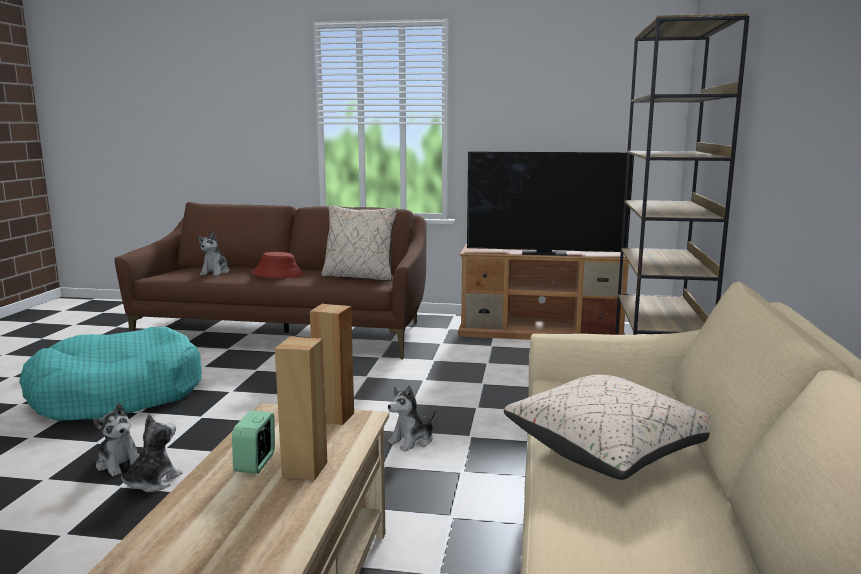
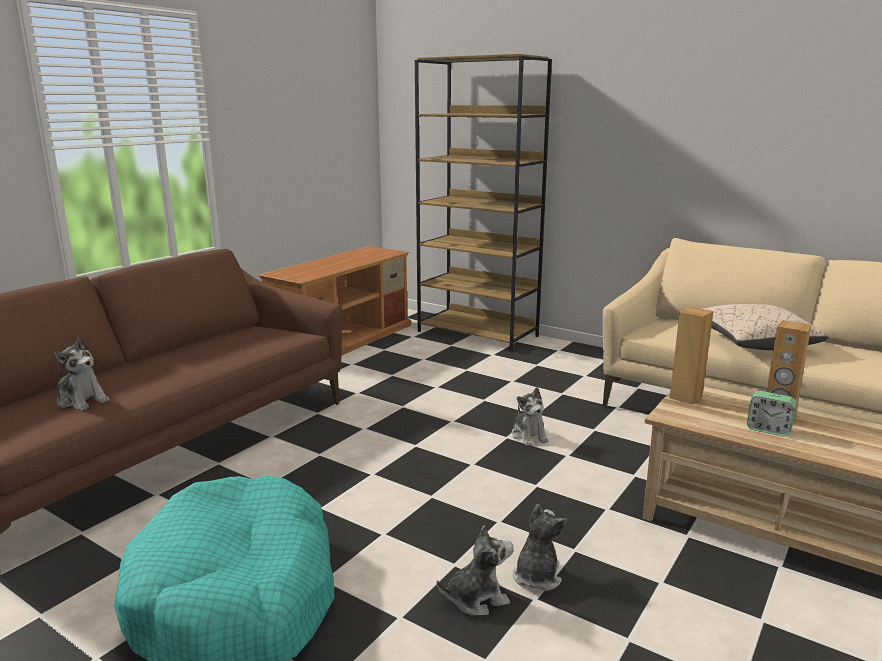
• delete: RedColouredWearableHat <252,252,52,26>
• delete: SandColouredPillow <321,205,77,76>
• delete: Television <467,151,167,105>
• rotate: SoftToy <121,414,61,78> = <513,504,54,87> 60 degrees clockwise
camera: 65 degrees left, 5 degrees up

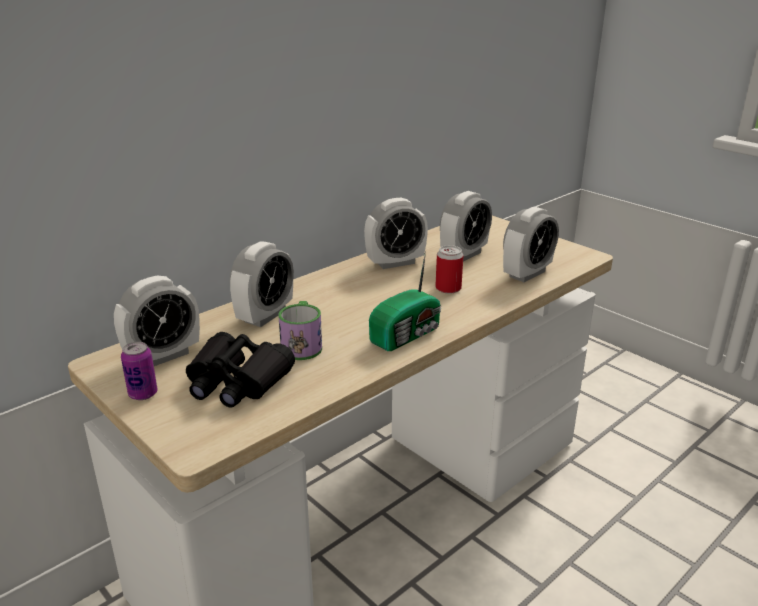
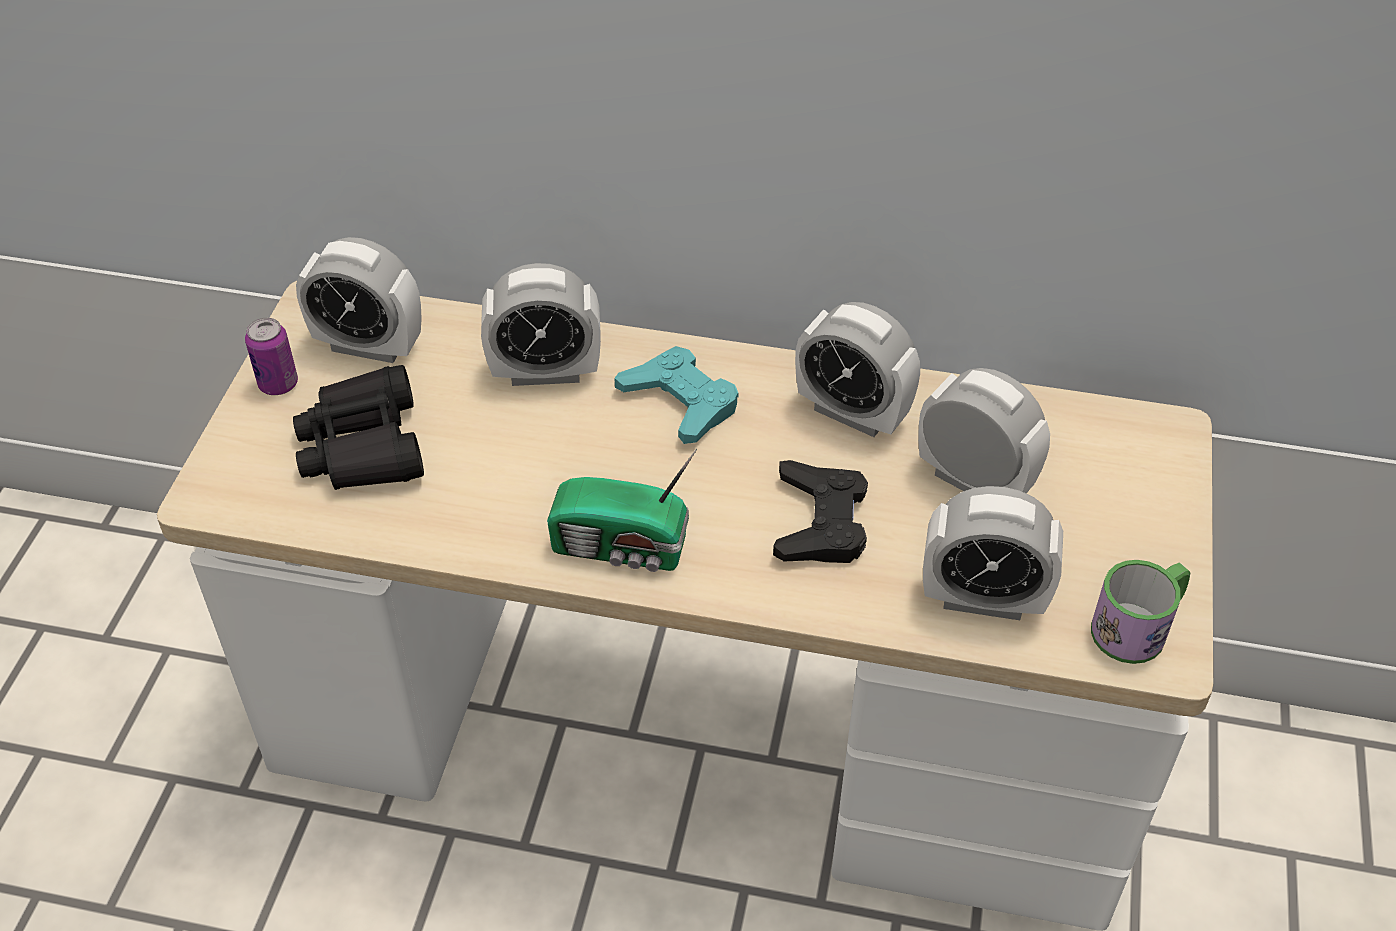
• insert: TurquoiseColouredGameController <614,346,124,98>
• move: Mug <278,301,44,59> to <1091,560,99,104>
• replace: Can <435,245,28,49> to BlackGameController <773,460,95,103>
• rotate: BedsideClock <440,191,52,70> = <918,368,132,125> 150 degrees counterclockwise
camera: 55 degrees right, 20 degrees up

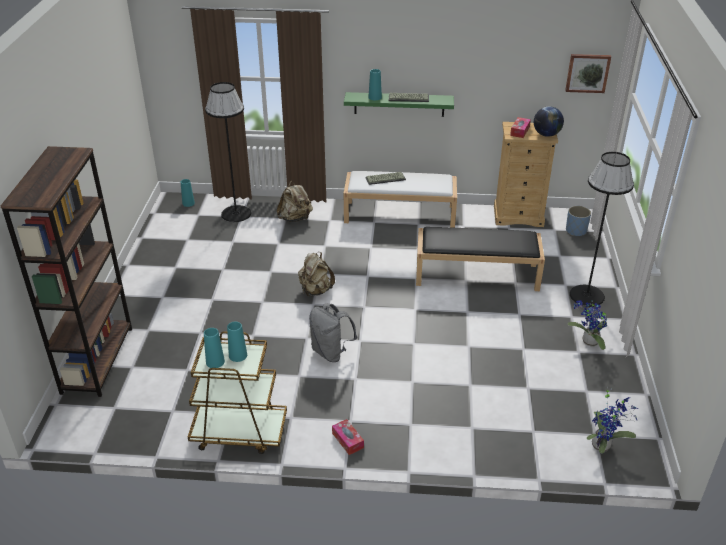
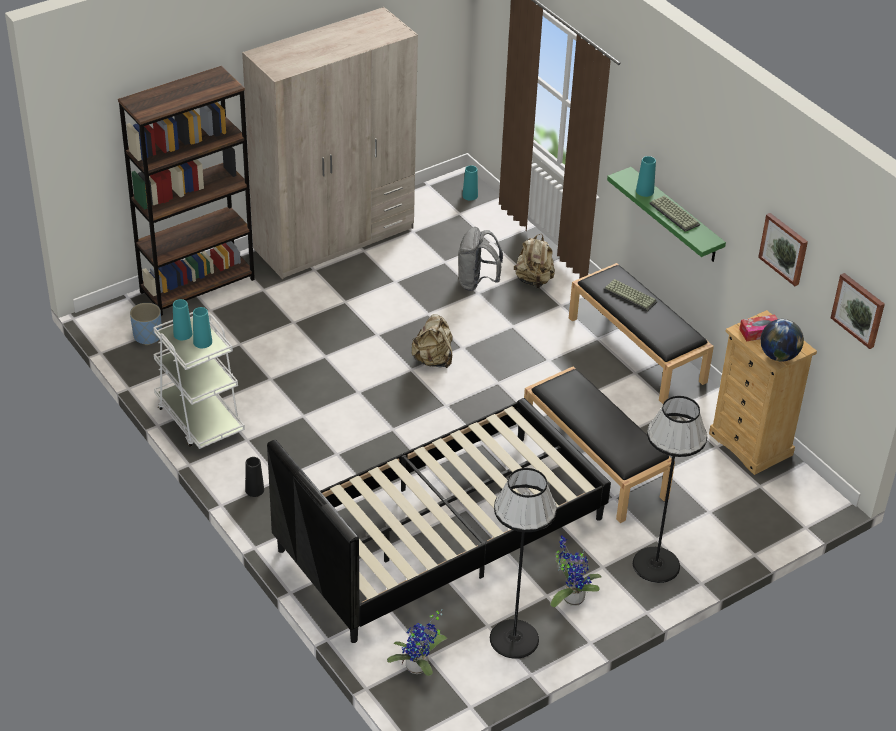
• insert: SandColouredArmoire <242,7,176,272>
• insert: BlackBedroomBed <267,398,344,245>
• insert: WallPicture <758,213,50,73>
• move: BlackStandardLamp <205,82,46,140> to <490,468,67,191>
• move: GrayBackpack <309,303,48,59> to <458,227,45,64>
• move: BlueColouredPlanter <566,206,25,30> to <130,303,32,42>
• replace: BoxOfTissues <332,419,32,36> to BlackVase <245,457,19,40>
• recolor: BrownishCart <188,331,99,123> to WhiteColouredCart <153,312,92,137>
• recolor: WhiteColouredLongSeat <343,171,114,57> to BlackLongSeat <569,263,145,141>
camera: 50 degrees right, 5 degrees up

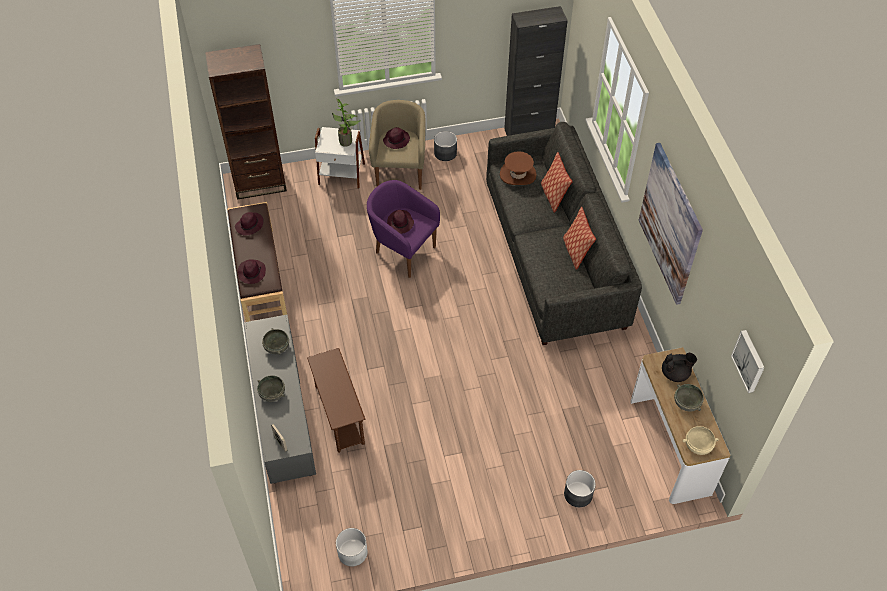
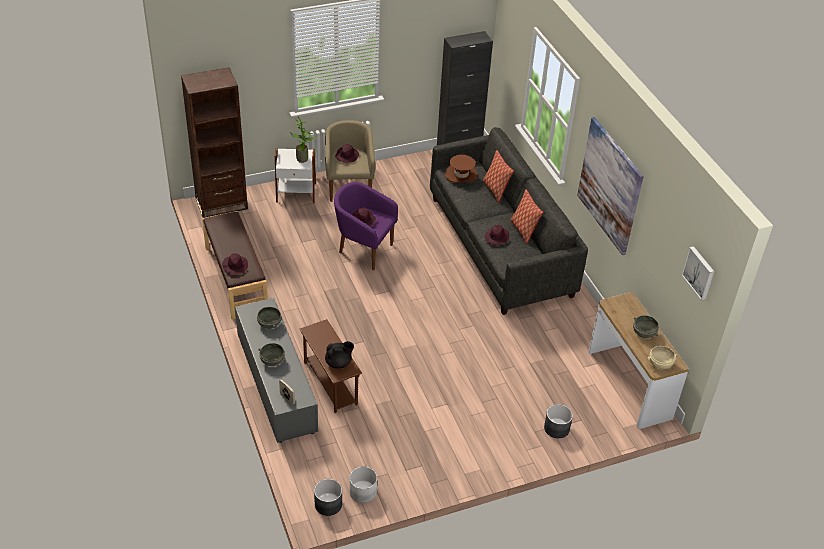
• move: PurplishWearableHat <235,212,29,24> to <484,225,25,21>
• move: GrayPlanter <434,131,23,30> to <314,479,28,37>
• move: BlackTeaPot <662,353,35,29> to <325,341,29,28>
camera: 10 degrees left, 10 degrees down

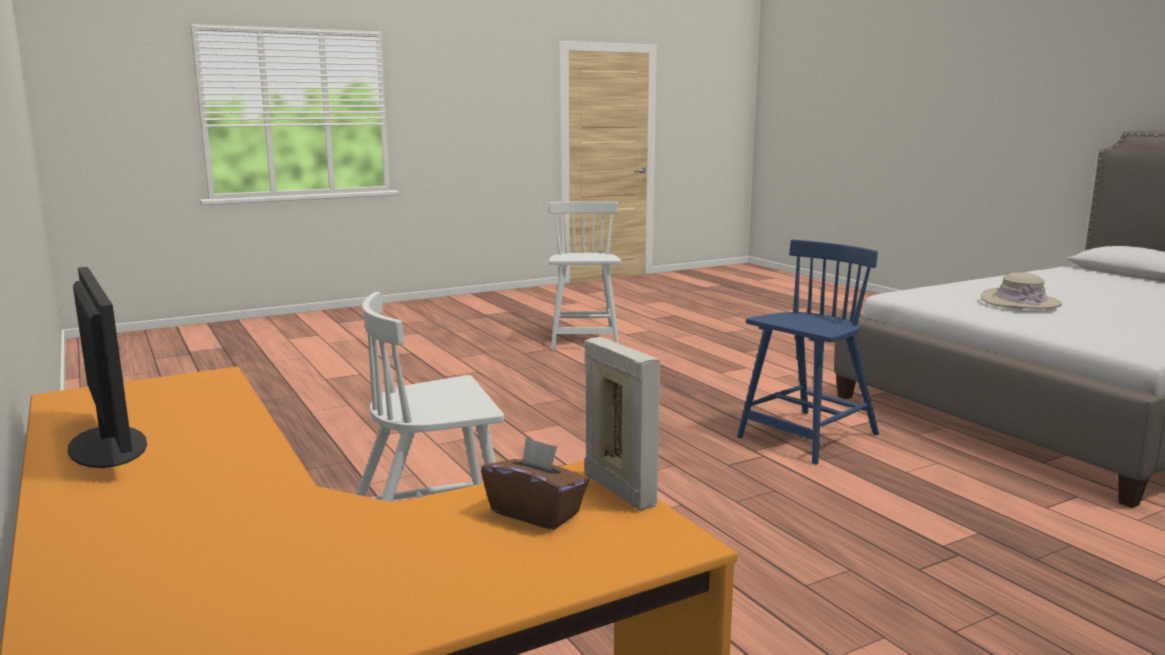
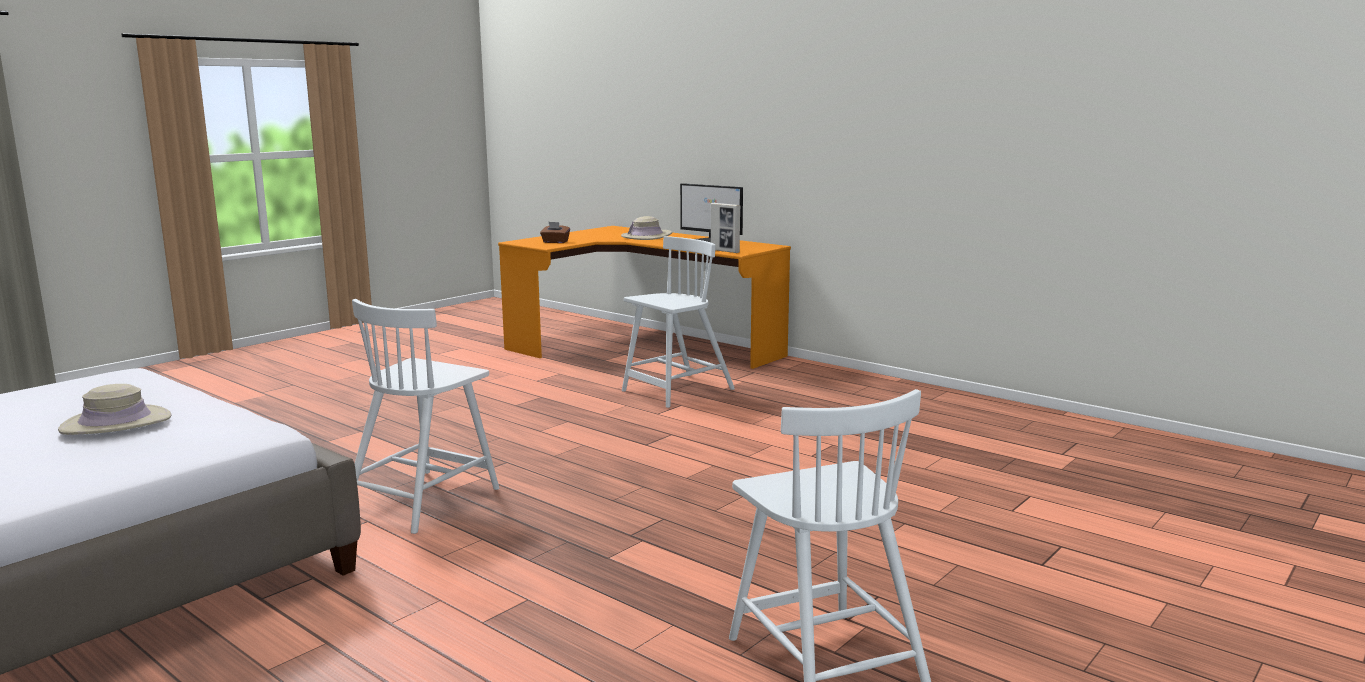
• insert: SandColouredWearableHat <621,216,51,24>
• move: PhotoFrame <585,337,75,173> to <711,203,30,50>
• recolor: BlueColouredPlainChair <737,240,142,225> to WhiteColouredPlainChair <352,299,147,235>
camera: 160 degrees right, 0 degrees up

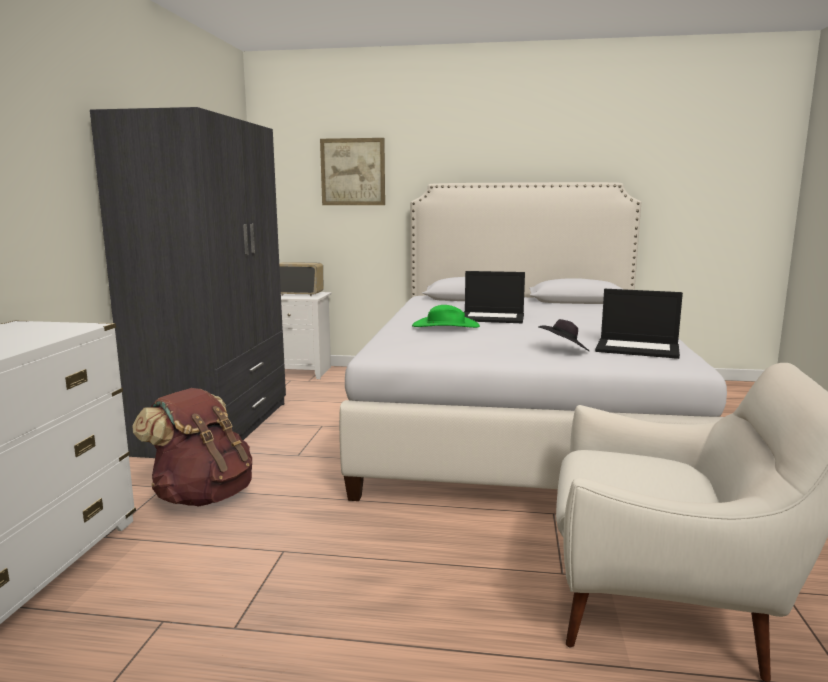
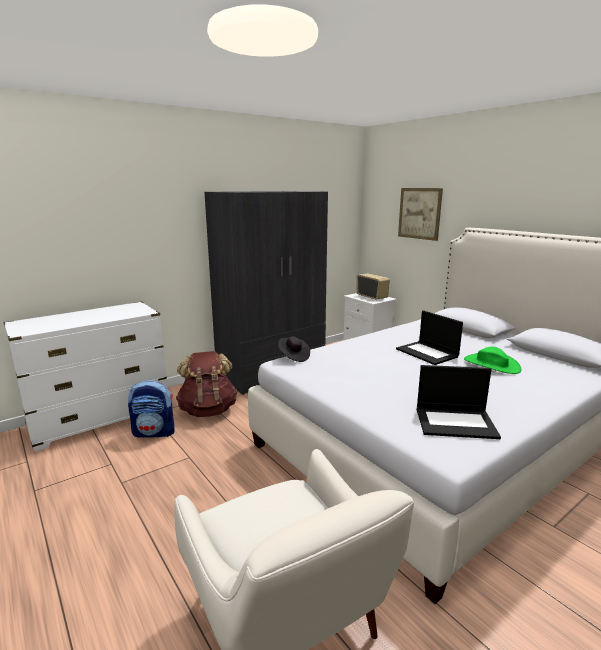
• insert: Backpack <128,380,47,58>
• move: GreenWearableHat <412,305,68,23> to <464,347,57,27>
• move: BlackWearableHat <538,319,51,32> to <278,336,32,26>
• rotate: NotebookComputer <595,289,88,70> = <417,365,84,74> 60 degrees counterclockwise
camera: 45 degrees right, 5 degrees up

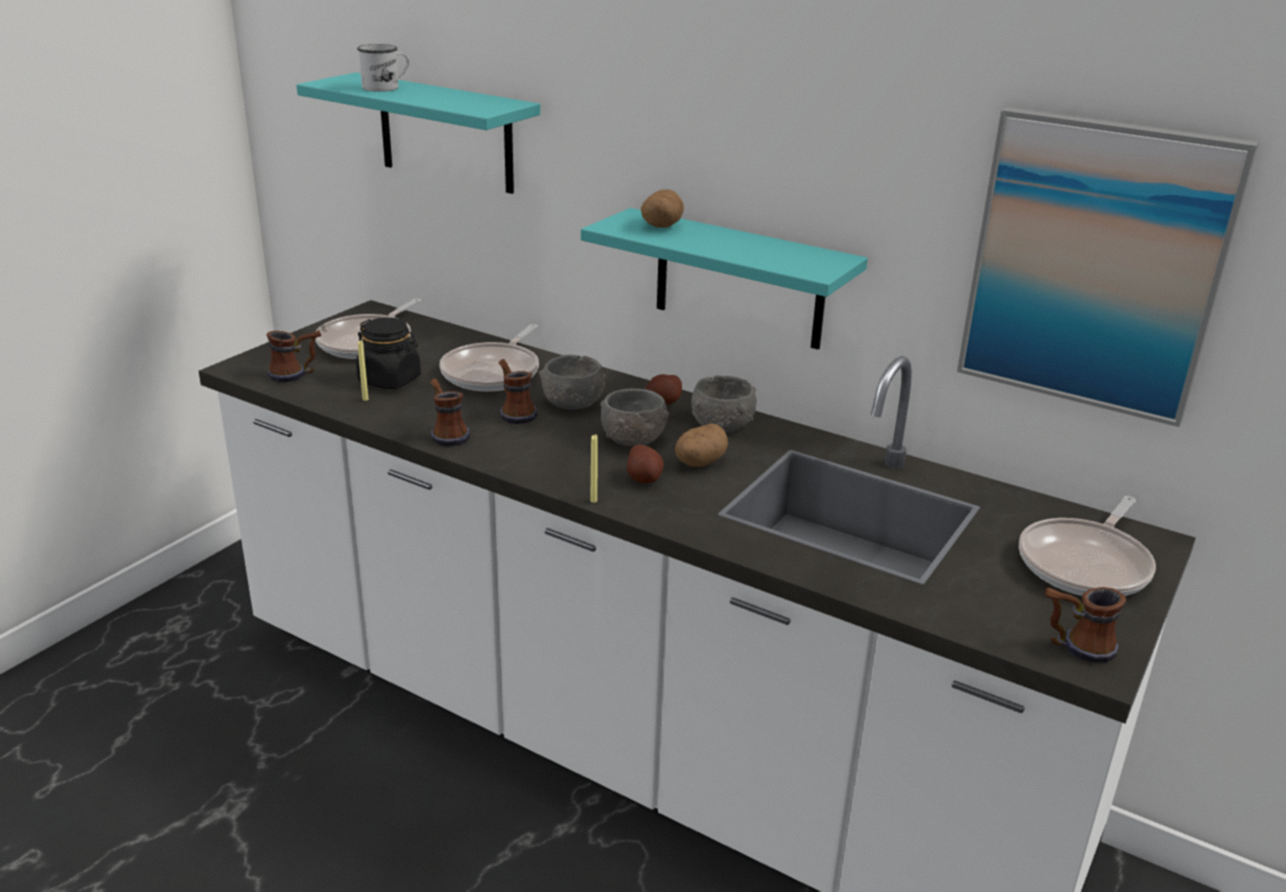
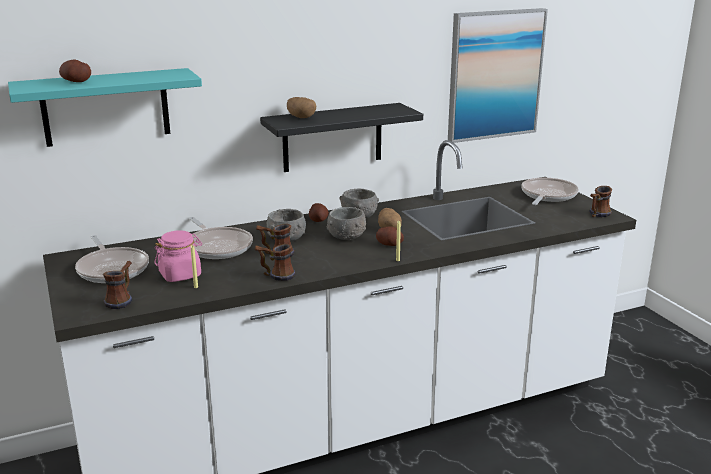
• replace: WhiteColouredMug <357,44,52,48> to Spud <59,59,32,23>
• recolor: BlackJar <356,317,65,72> to PinkColouredJar <155,230,47,52>
• recolor: TurquoiseColouredWallShelf <581,208,287,142> to BlackWallShelf <260,103,163,69>
• rotate: FryingPan <1019,496,137,100> = <521,178,58,27> 135 degrees counterclockwise
camera: 55 degrees left, 5 degrees down

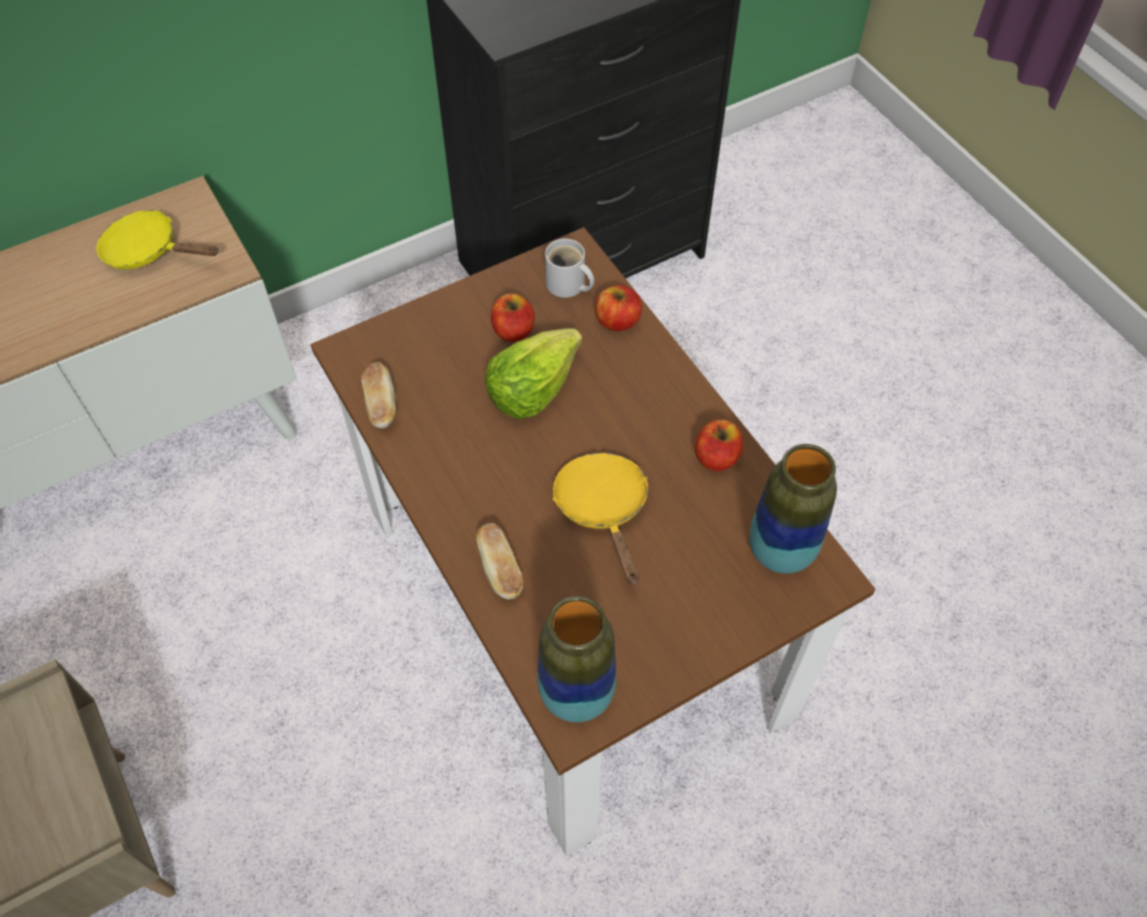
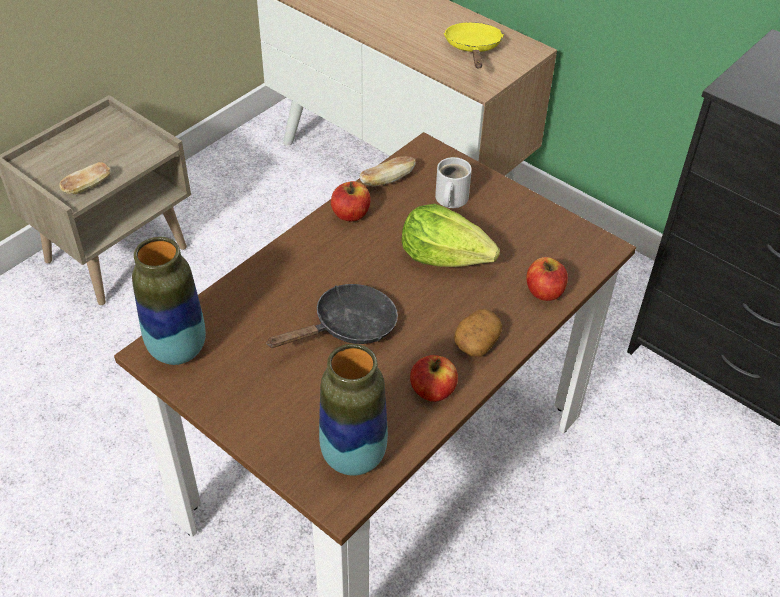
• insert: Spud <454,309,48,48>
• move: Bread <476,523,47,76> to <59,162,52,32>
• move: Apple <491,294,44,48> to <331,181,40,40>
• move: WhiteColouredMug <545,238,49,60> to <435,157,37,51>
• recolor: YellowColouredFryingPan <553,453,95,131> to BlackFryingPan <266,284,132,64>
camera: 70 degrees right, 10 degrees down

